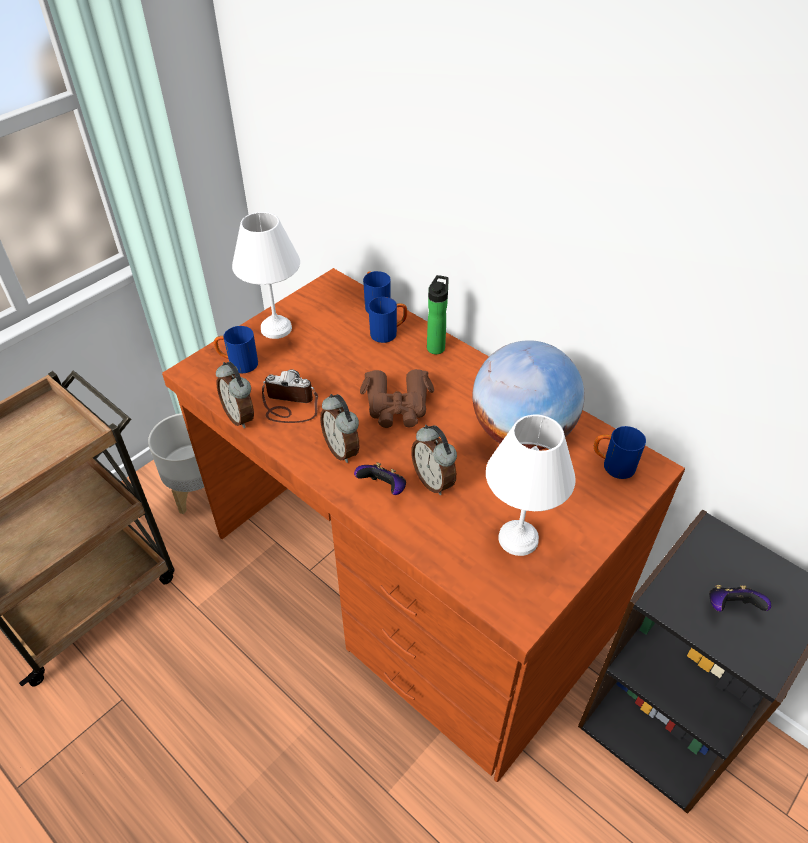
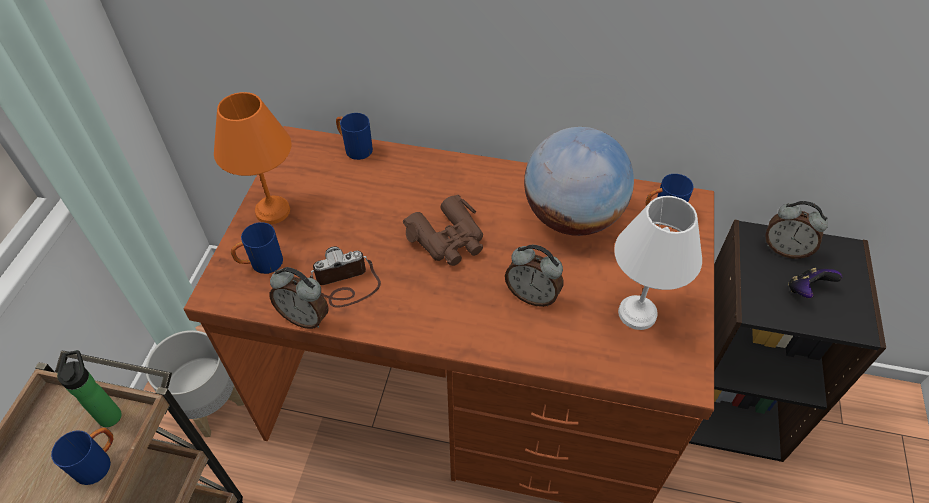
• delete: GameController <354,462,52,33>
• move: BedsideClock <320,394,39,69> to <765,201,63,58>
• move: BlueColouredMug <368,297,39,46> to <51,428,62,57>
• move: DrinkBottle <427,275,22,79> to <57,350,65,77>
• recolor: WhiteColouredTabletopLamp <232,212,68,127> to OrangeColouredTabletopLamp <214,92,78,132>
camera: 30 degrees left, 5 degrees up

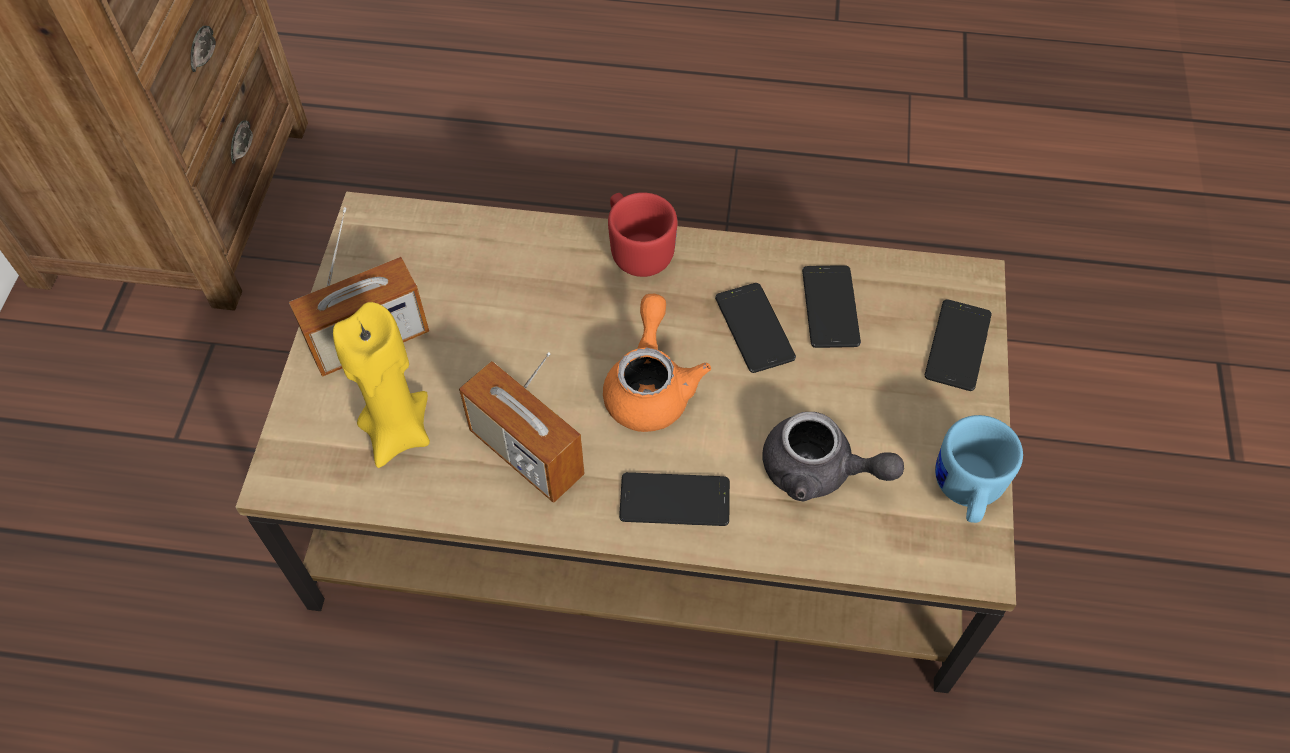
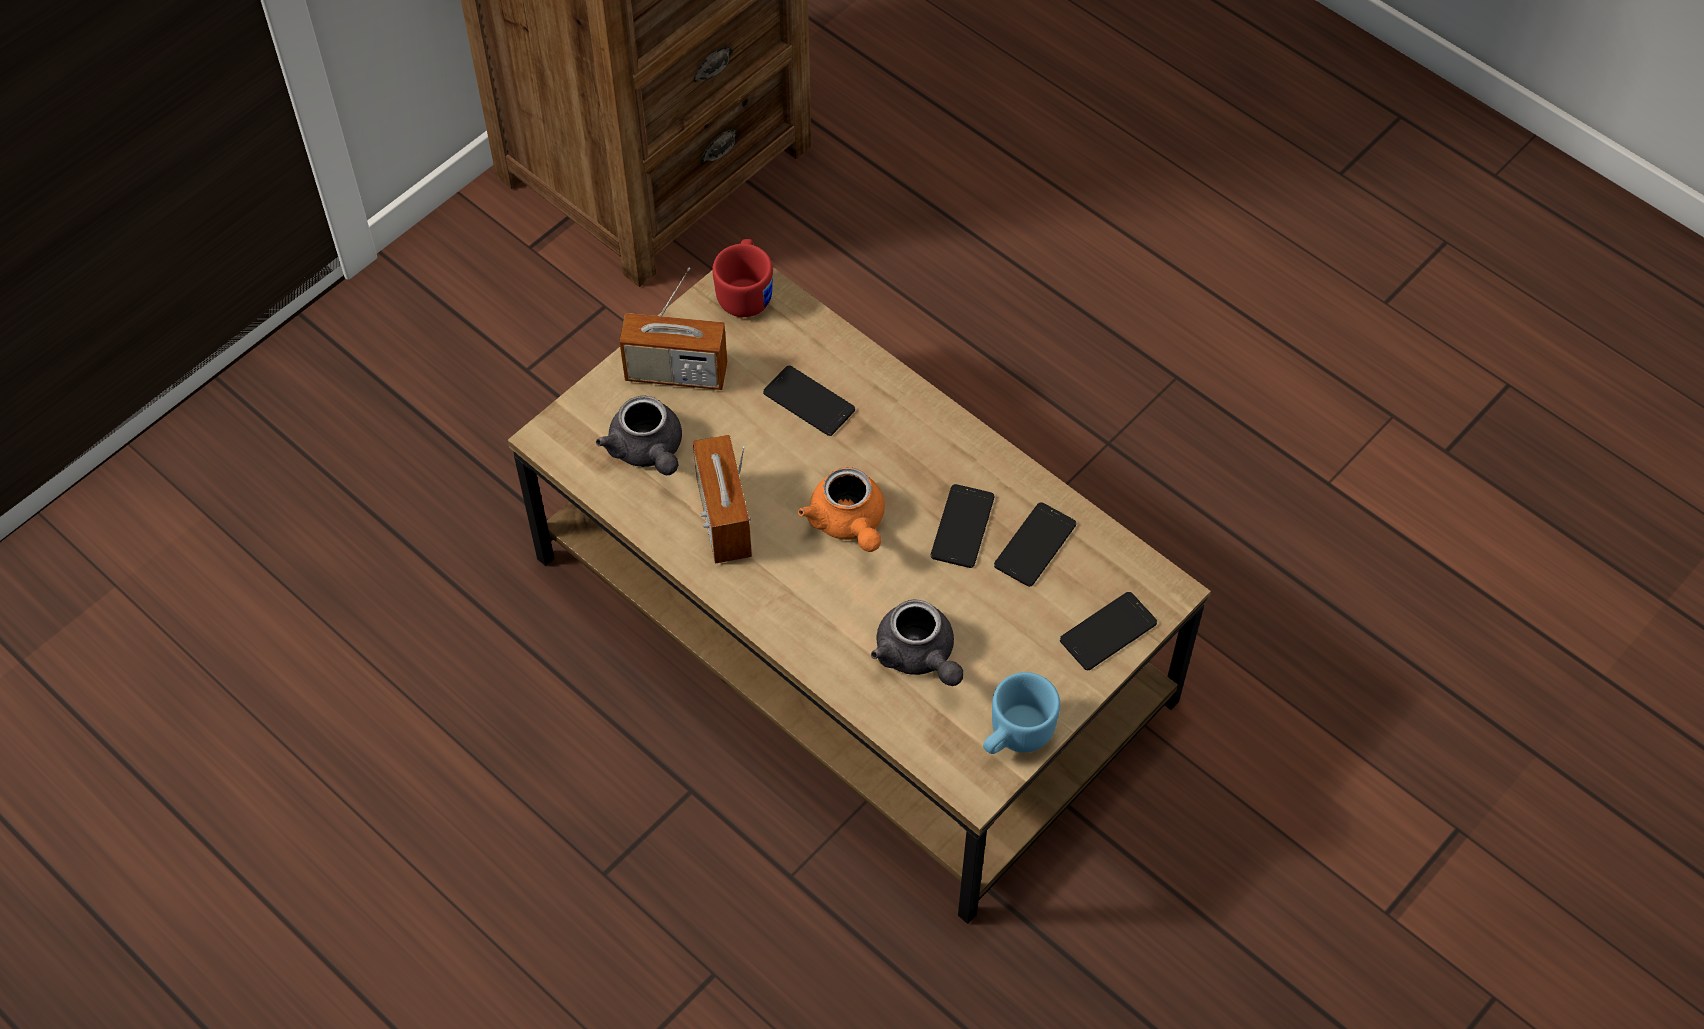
• move: RedColouredMug <608,192,69,85> to <712,239,61,78>
• move: Phone <619,472,111,54> to <763,366,92,70>
• replace: YellowColouredWaxLight <333,302,97,166> to GrayTeaPot <596,396,86,79>
• rotate: OrangeColouredTeaPot <603,294,108,138> = <798,467,87,85> 120 degrees clockwise
camera: 35 degrees right, 0 degrees up

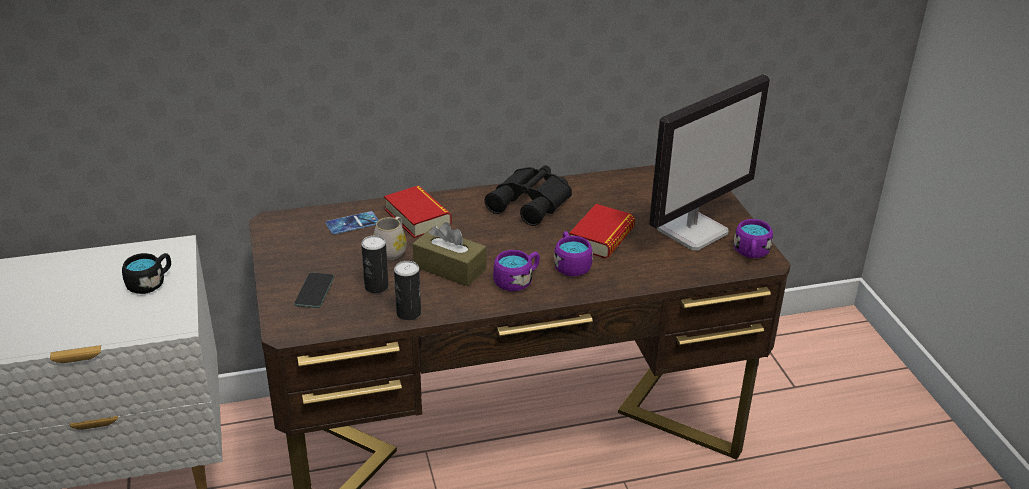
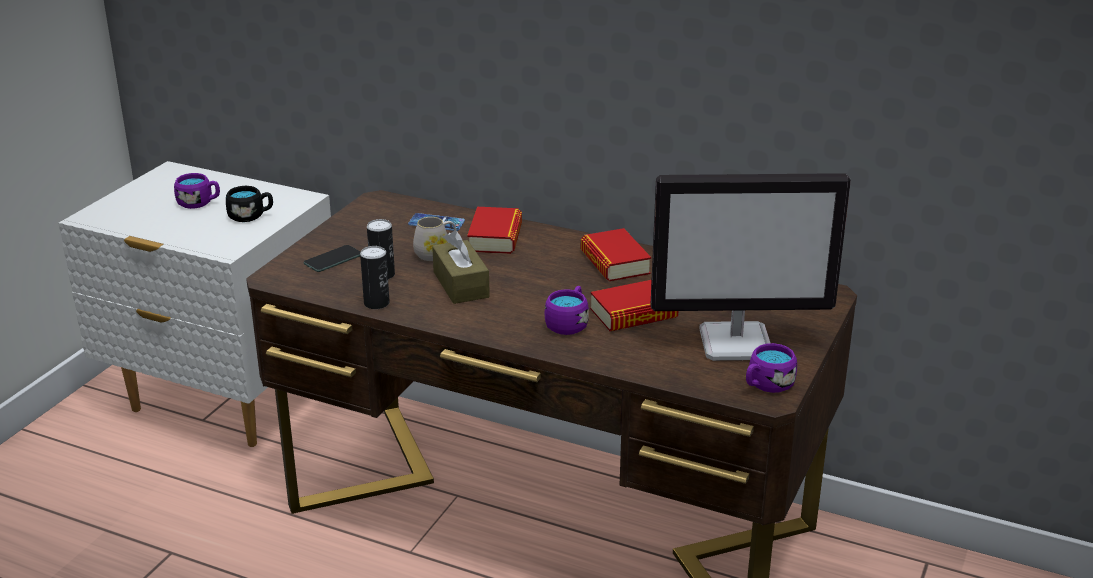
• move: PurplishMug <493,250,47,41> to <174,173,46,36>
• replace: BlackFieldGlasses <484,165,88,61> to Volume <581,228,70,53>
camera: 40 degrees right, 5 degrees down

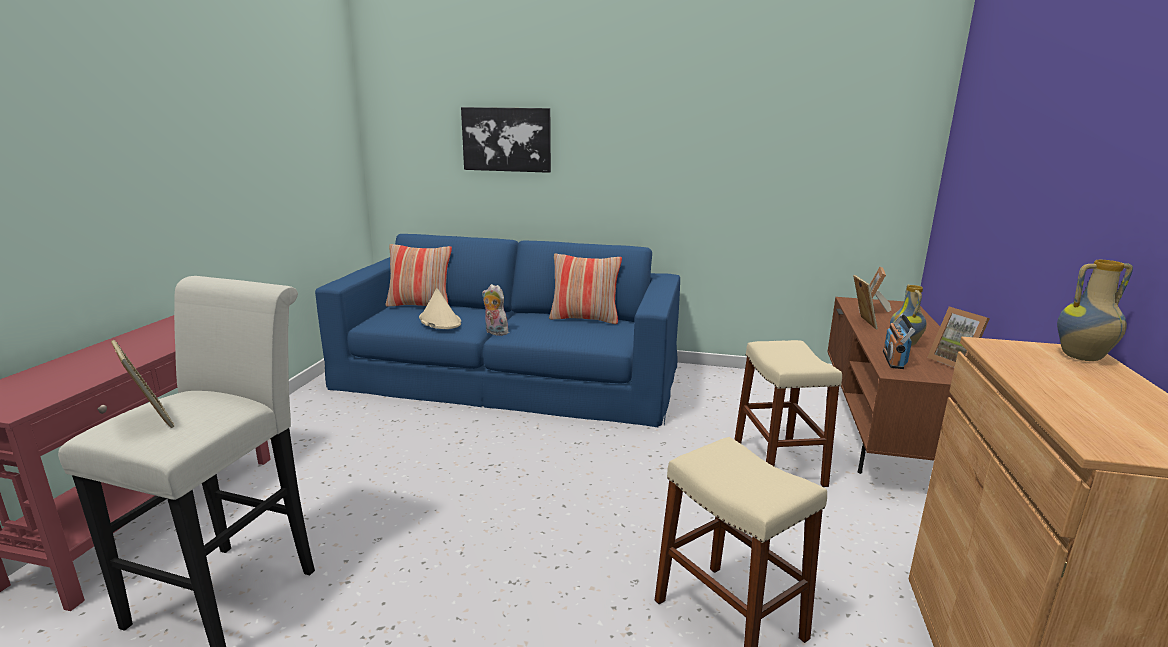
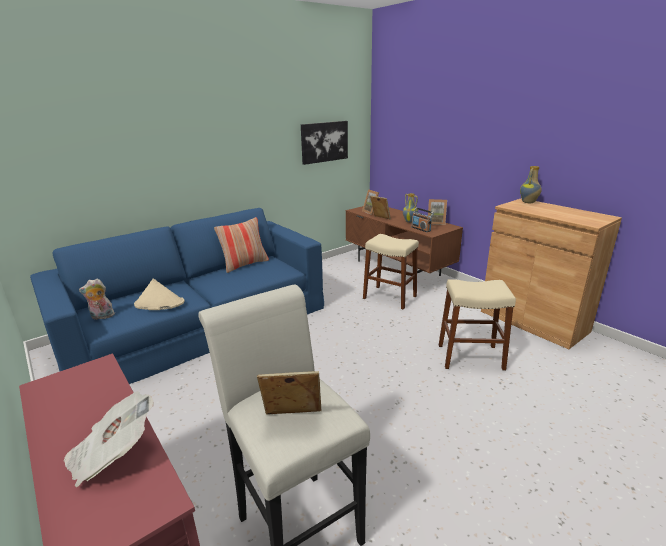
• delete: Pillow <385,244,67,63>
• insert: DailyPaper <63,391,91,96>
• move: WallPicture <461,107,90,66> to <301,121,47,44>
• move: SoftToy <482,284,26,52> to <79,279,36,41>
camera: 50 degrees left, 5 degrees up

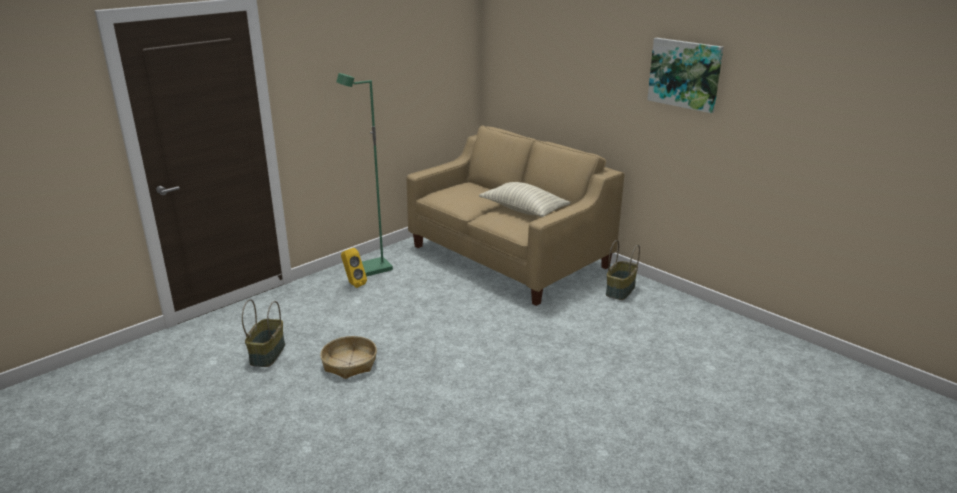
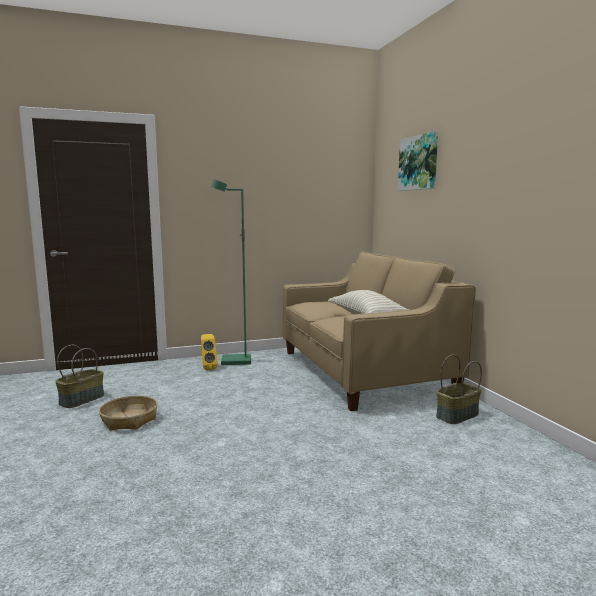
• move: WallPicture <647,38,77,75> to <398,131,40,60>
camera: 25 degrees right, 15 degrees down

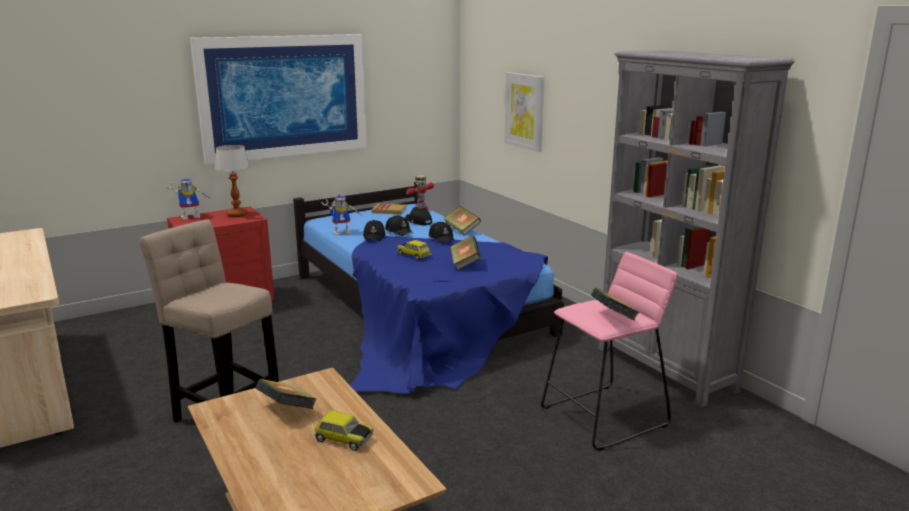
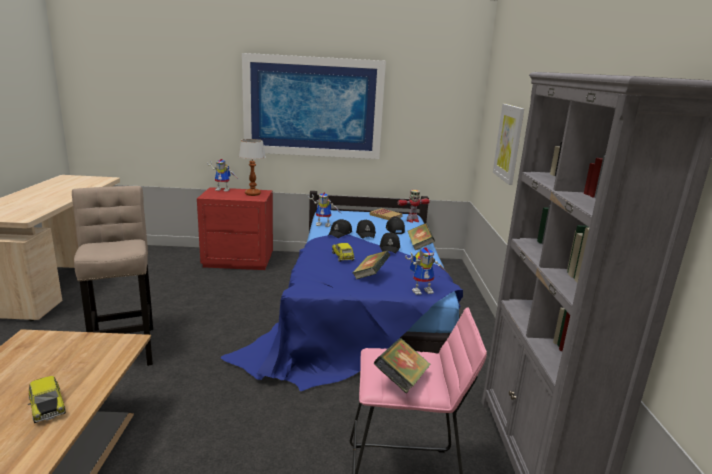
• delete: Volume <256,379,60,30>
• insert: ToyRobot <405,247,42,48>
camera: 30 degrees right, 0 degrees up

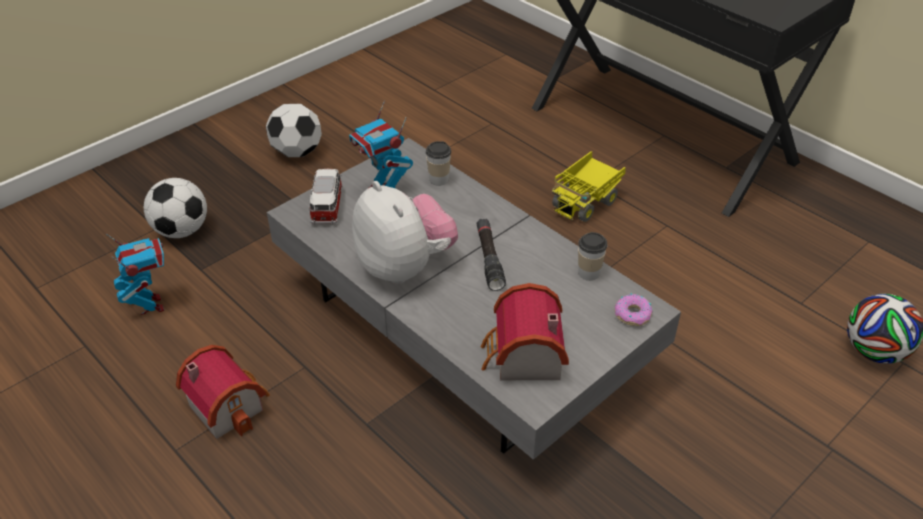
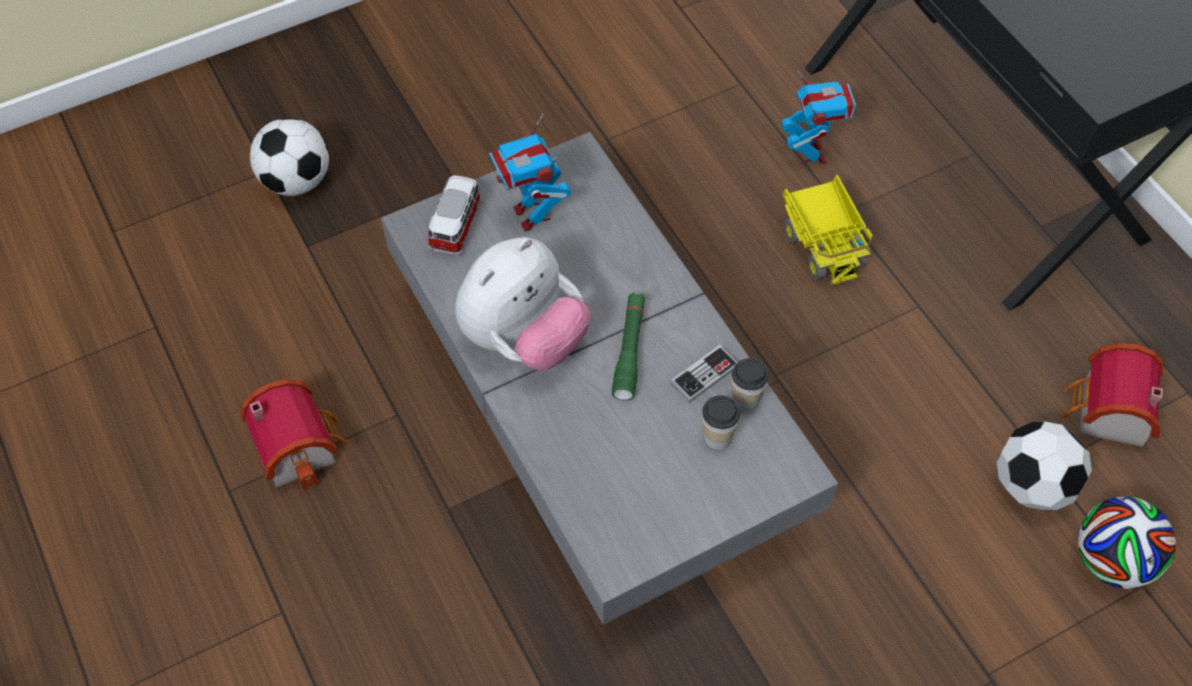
• delete: Donut <615,293,38,33>
• insert: GameController <670,345,68,58>
• move: ToyRobot <106,234,58,81> to <781,70,75,94>
• move: BallForFootball <266,104,56,53> to <997,421,95,90>
• move: SmallCup <426,141,25,45> to <702,395,38,55>
• move: ToyHouse <481,283,88,97> to <1061,343,102,104>
• recolor: BlackTorch <477,219,29,72> to GreenTorch <612,293,33,107>
• rotate: SoftToy <352,181,106,103> = <455,237,136,133> 60 degrees clockwise
• rotate: ToyTruck <552,151,73,71> = <783,175,90,110> 75 degrees counterclockwise
camera: 15 degrees right, 15 degrees up

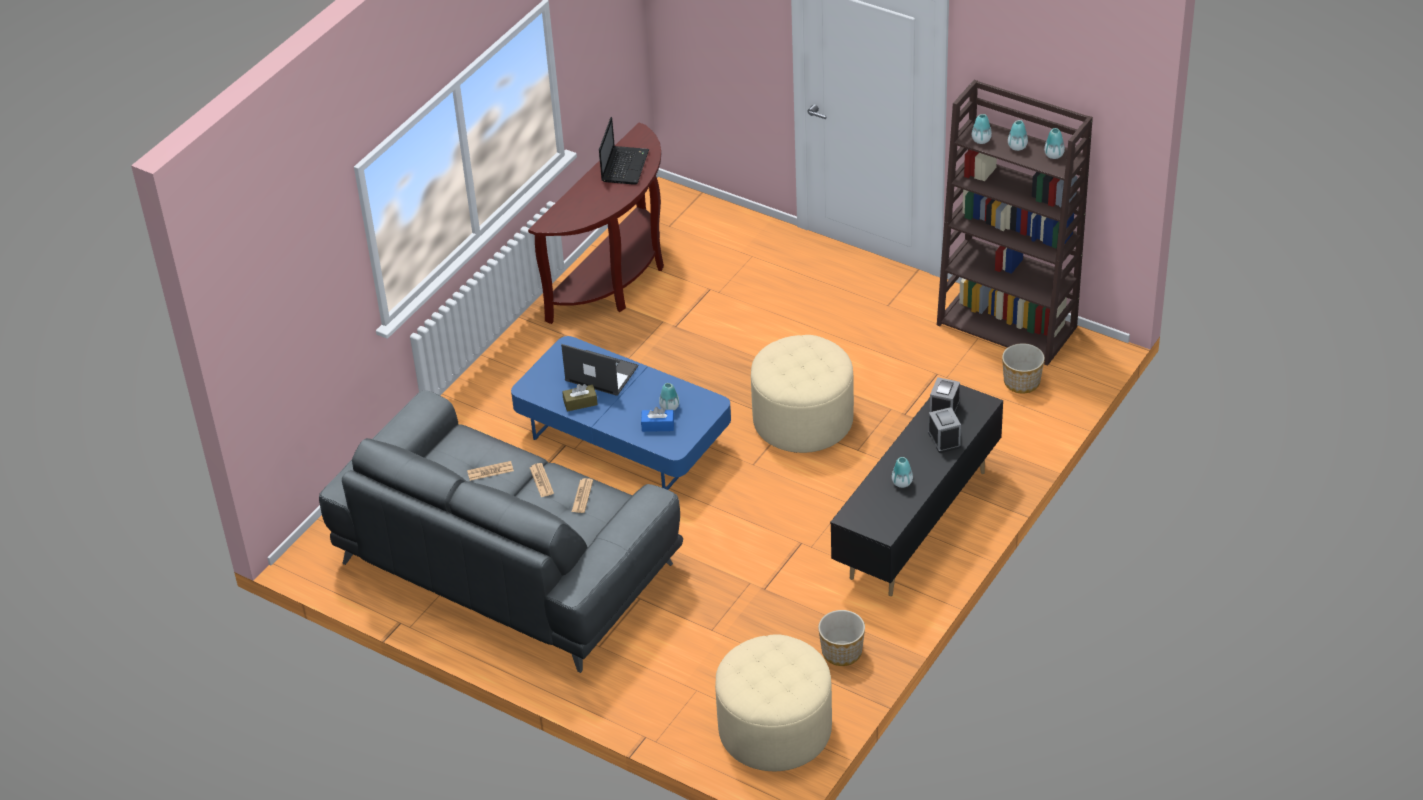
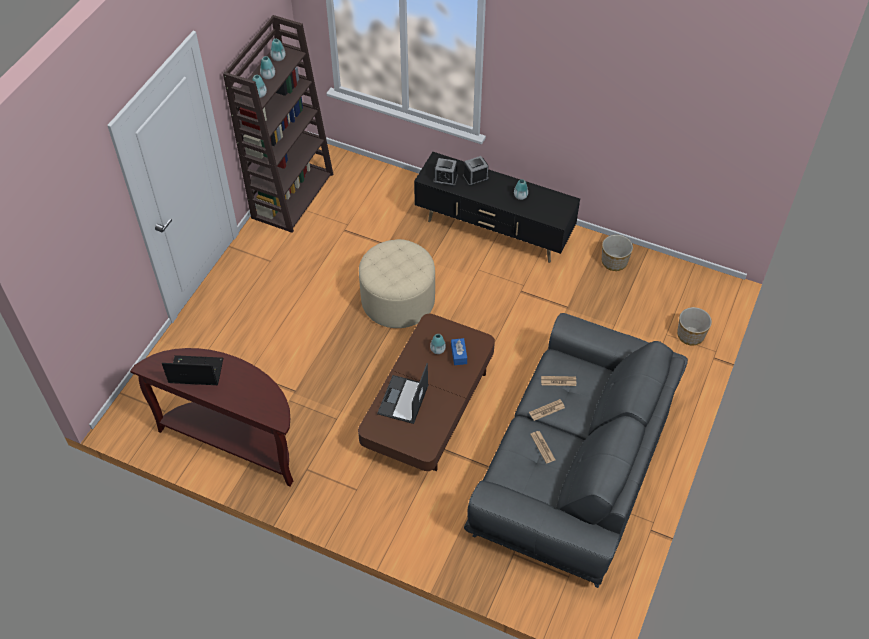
• delete: BrownishBoxOfTissues <562,384,36,28>
• delete: SandColouredOttoman <715,635,117,136>
• move: Planter <1002,343,43,51> to <677,307,35,38>
• recolor: BlueColouredLowTable <511,336,220,154> to BrownishLowTable <358,314,137,157>
camera: 100 degrees left, 10 degrees up

